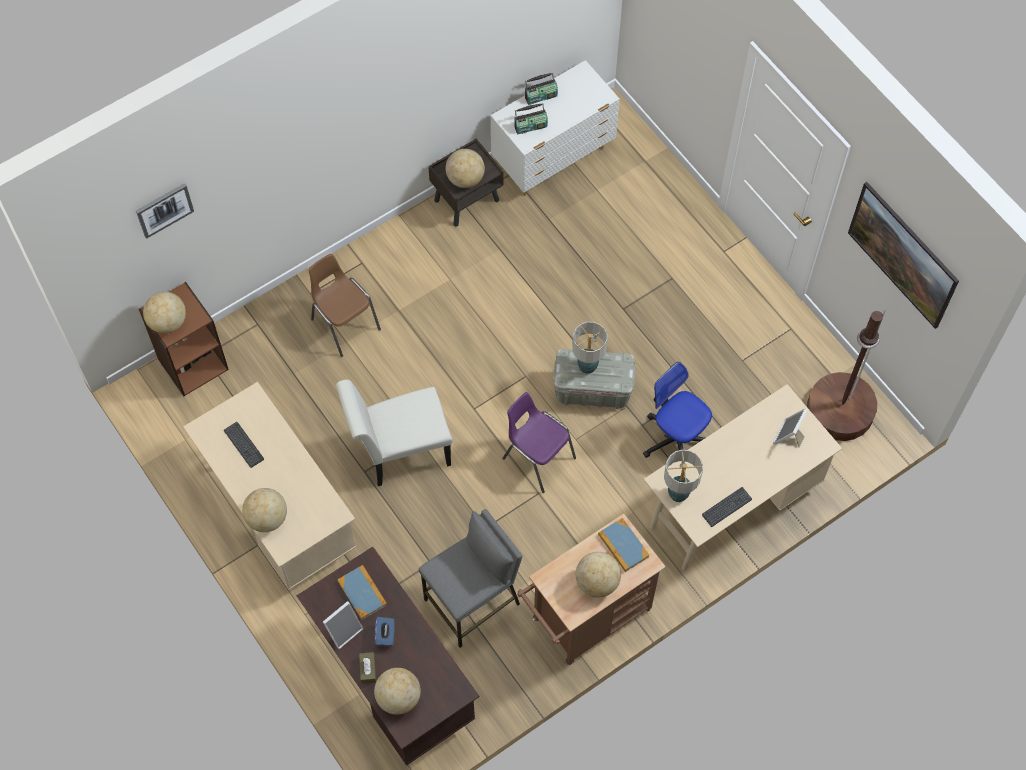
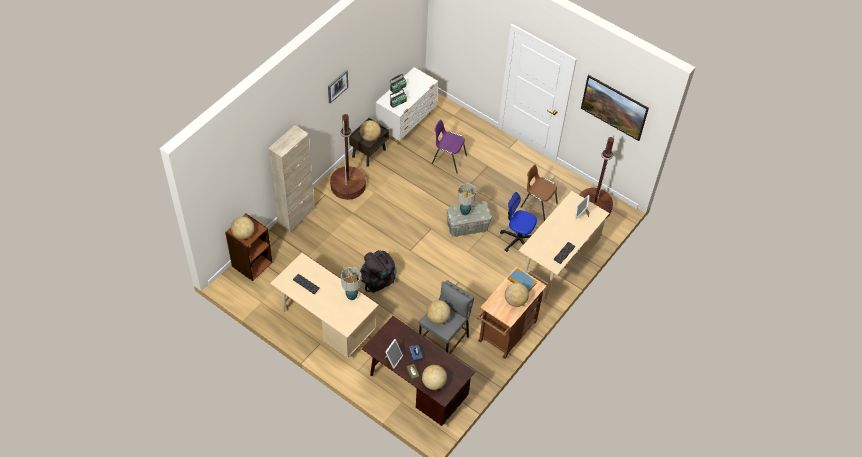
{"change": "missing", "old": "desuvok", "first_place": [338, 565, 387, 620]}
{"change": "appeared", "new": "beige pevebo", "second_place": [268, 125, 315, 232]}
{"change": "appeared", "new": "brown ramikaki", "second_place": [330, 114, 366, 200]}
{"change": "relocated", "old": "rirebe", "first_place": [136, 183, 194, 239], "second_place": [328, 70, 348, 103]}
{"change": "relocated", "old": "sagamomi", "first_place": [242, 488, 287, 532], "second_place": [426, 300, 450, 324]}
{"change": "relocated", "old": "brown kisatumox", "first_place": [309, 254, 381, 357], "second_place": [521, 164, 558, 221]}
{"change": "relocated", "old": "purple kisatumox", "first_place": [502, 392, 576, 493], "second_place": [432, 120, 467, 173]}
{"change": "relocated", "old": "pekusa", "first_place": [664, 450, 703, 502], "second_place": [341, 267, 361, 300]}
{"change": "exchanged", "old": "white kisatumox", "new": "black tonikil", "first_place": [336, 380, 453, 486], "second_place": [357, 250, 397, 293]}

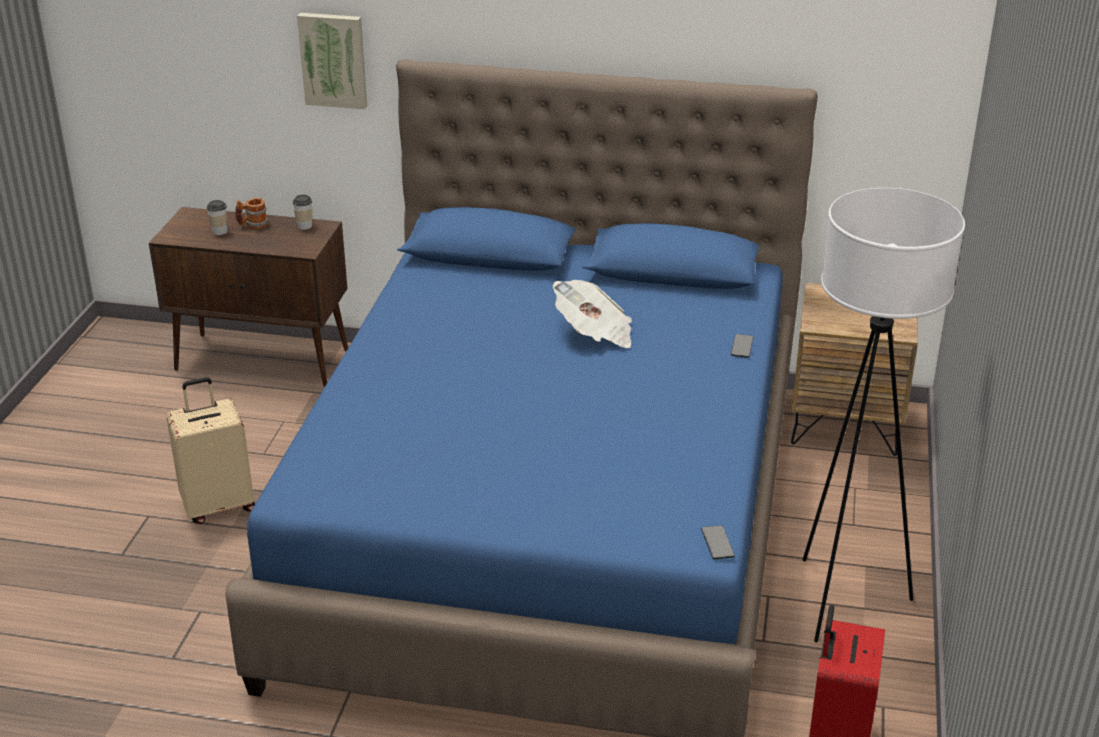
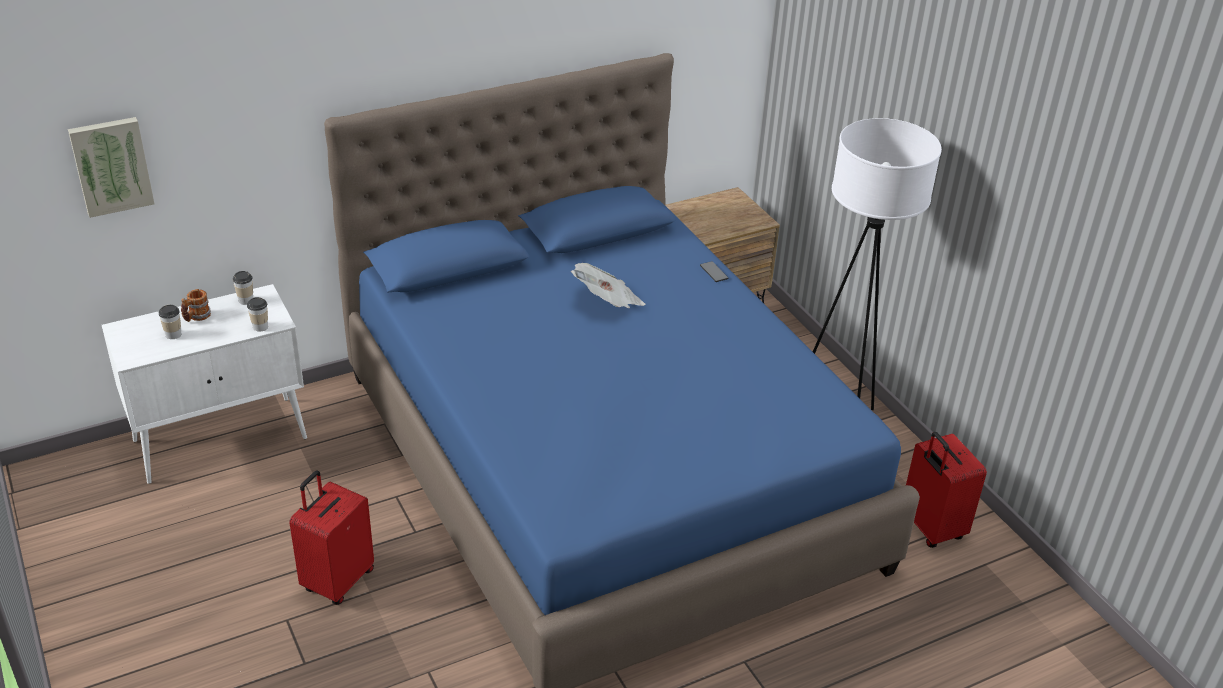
{"change": "missing", "old": "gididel", "first_place": [701, 525, 735, 559]}
{"change": "appeared", "new": "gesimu", "second_place": [247, 297, 268, 332]}
{"change": "relocated", "old": "rirebe", "first_place": [297, 13, 367, 109], "second_place": [68, 117, 154, 218]}
{"change": "colour", "old": "brown pevebo", "new": "white pevebo", "first_place": [149, 207, 348, 387], "second_place": [102, 284, 307, 484]}
{"change": "colour", "old": "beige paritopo", "new": "red paritopo", "first_place": [166, 377, 255, 524], "second_place": [289, 470, 374, 605]}

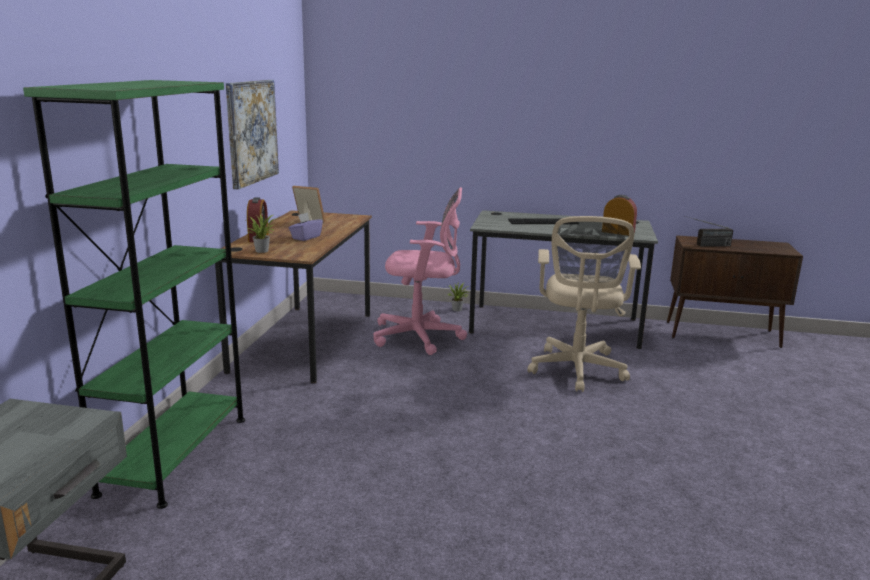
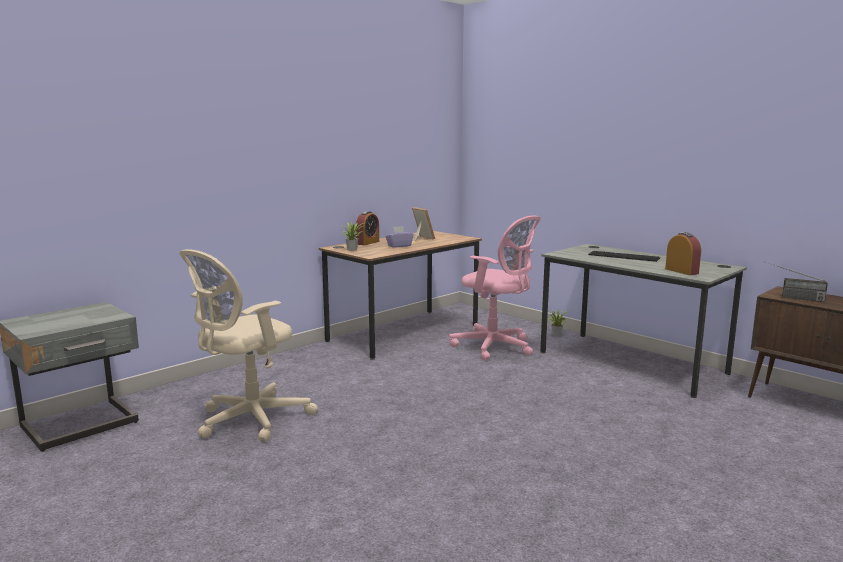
{"change": "missing", "old": "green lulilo", "first_place": [23, 80, 245, 509]}
{"change": "missing", "old": "rirebe", "first_place": [226, 80, 279, 189]}
{"change": "relocated", "old": "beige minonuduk", "first_place": [527, 216, 641, 392], "second_place": [179, 249, 318, 442]}

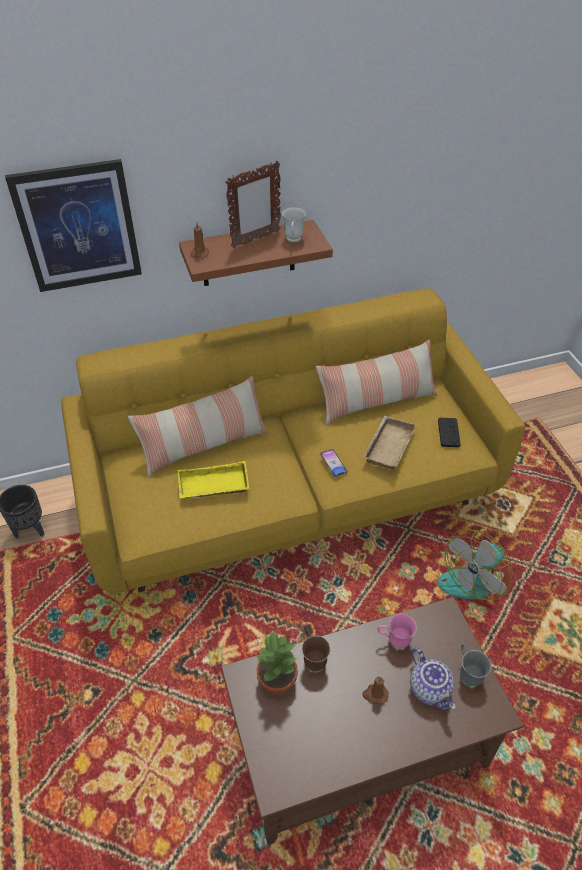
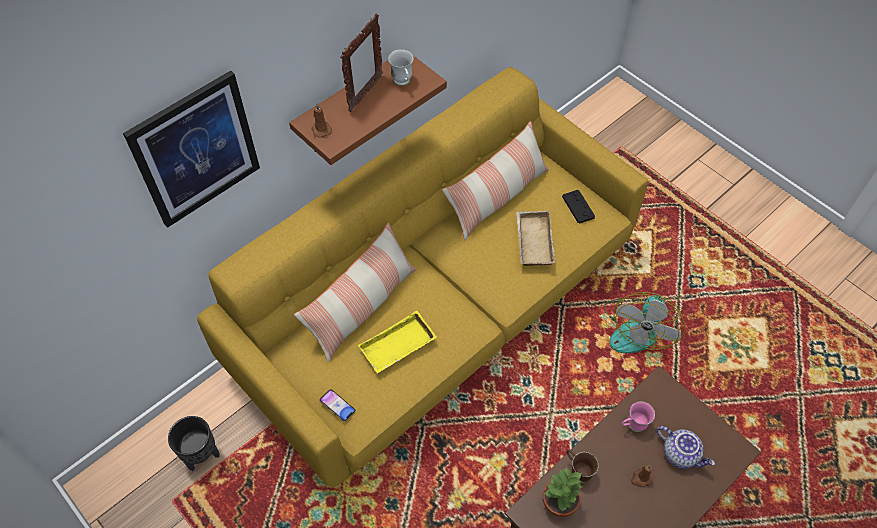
{"change": "missing", "old": "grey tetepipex", "first_place": [460, 643, 491, 687]}
{"change": "relocated", "old": "gididel", "first_place": [320, 449, 347, 477], "second_place": [319, 389, 356, 422]}

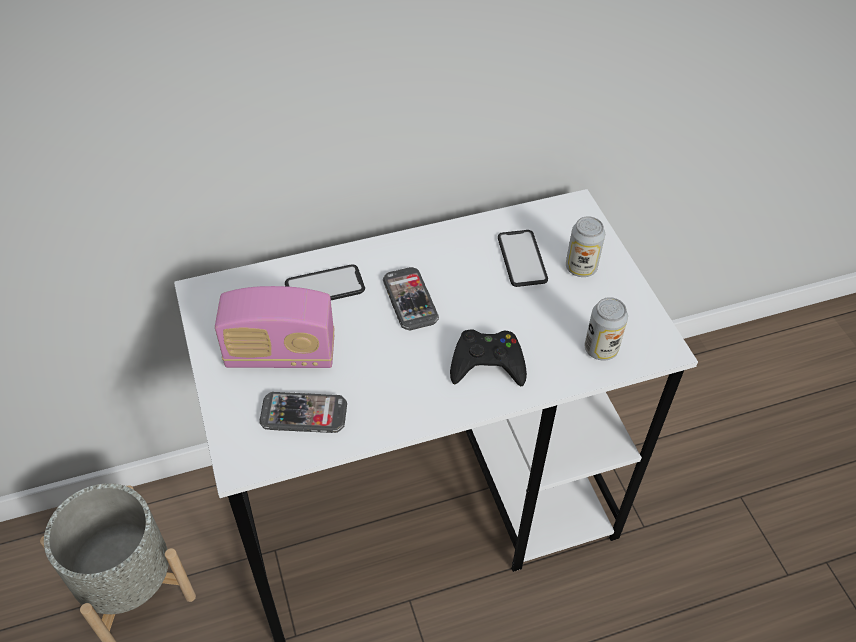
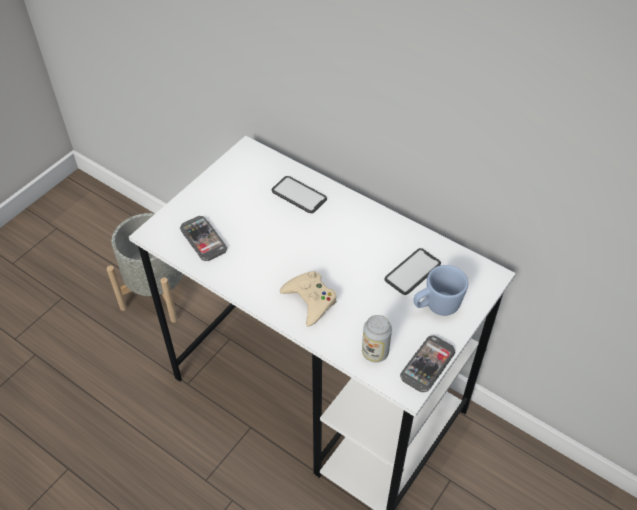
{"change": "missing", "old": "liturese", "first_place": [215, 286, 335, 368]}
{"change": "relocated", "old": "gididel", "first_place": [383, 267, 439, 330], "second_place": [400, 336, 455, 392]}
{"change": "exchanged", "old": "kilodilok", "new": "blue tetepipex", "first_place": [566, 216, 605, 277], "second_place": [413, 265, 468, 316]}
{"change": "colour", "old": "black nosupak", "new": "beige nosupak", "first_place": [450, 329, 527, 386], "second_place": [280, 271, 337, 327]}

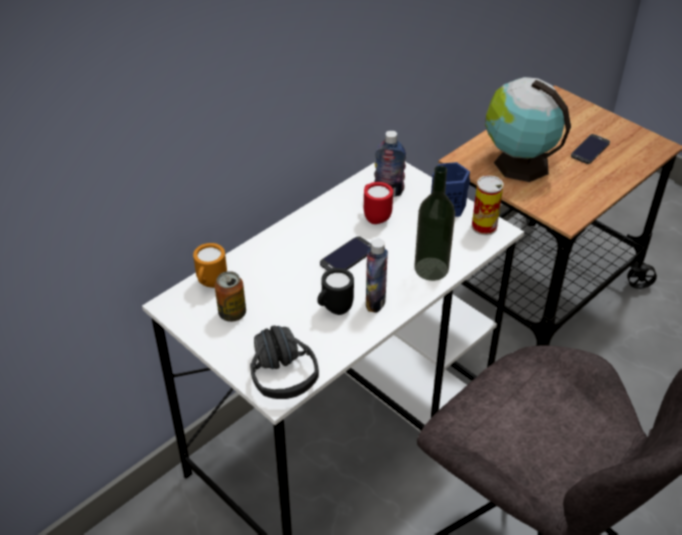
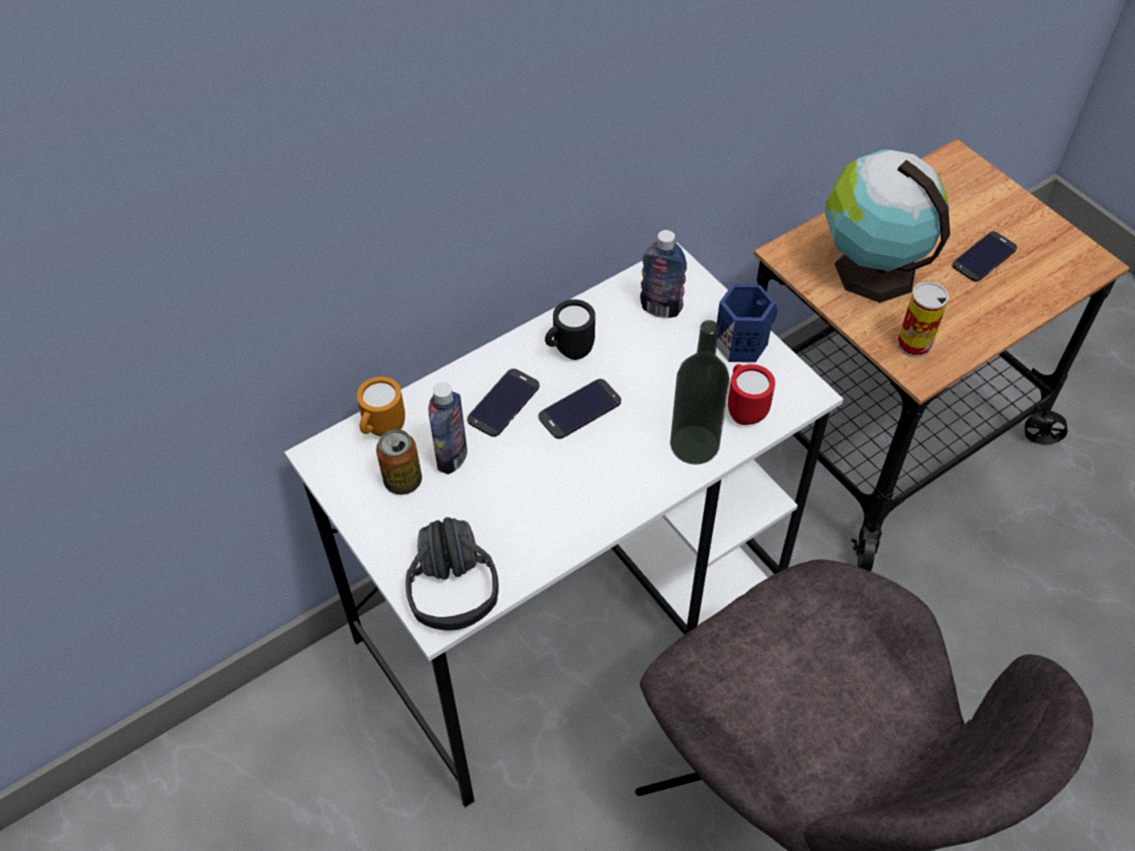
{"change": "appeared", "new": "gididel", "second_place": [467, 369, 540, 437]}
{"change": "relocated", "old": "black tetepipex", "first_place": [317, 268, 354, 315], "second_place": [545, 299, 595, 360]}
{"change": "relocated", "old": "red tetepipex", "first_place": [364, 182, 393, 224], "second_place": [728, 364, 775, 425]}
{"change": "relocated", "old": "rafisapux", "first_place": [366, 239, 388, 313], "second_place": [428, 382, 467, 474]}
{"change": "relocated", "old": "kilodilok", "first_place": [472, 175, 504, 235], "second_place": [897, 282, 949, 358]}

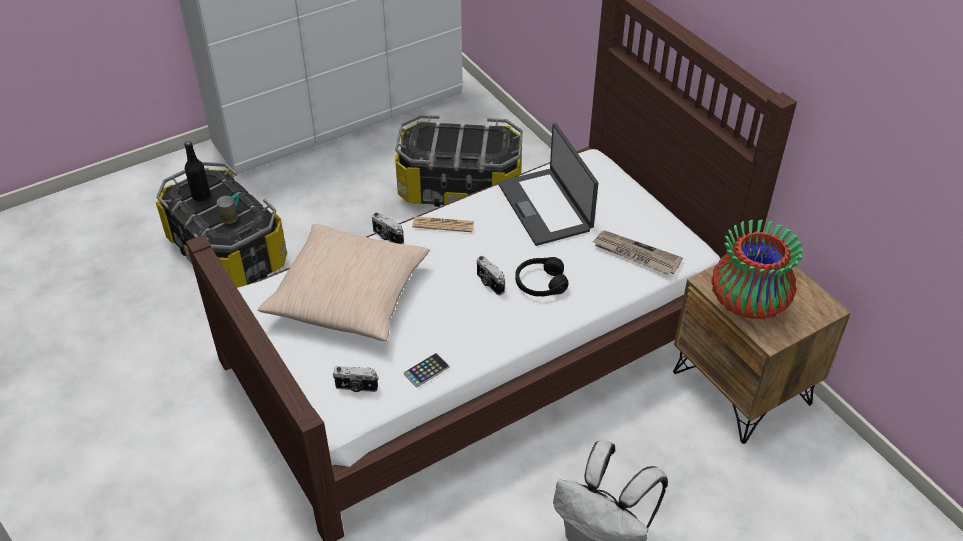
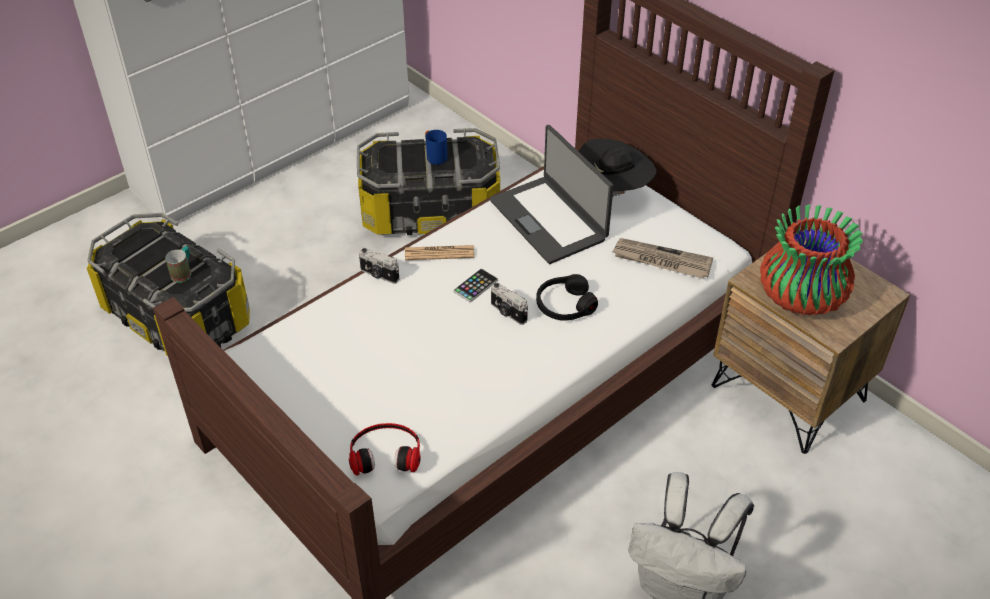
{"change": "missing", "old": "black rafisapux", "first_place": [184, 141, 211, 201]}
{"change": "missing", "old": "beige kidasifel", "first_place": [258, 224, 430, 341]}
{"change": "appeared", "new": "blue tetepipex", "second_place": [425, 130, 447, 165]}
{"change": "appeared", "new": "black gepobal", "second_place": [578, 139, 657, 196]}
{"change": "relocated", "old": "gididel", "first_place": [404, 353, 449, 387], "second_place": [453, 269, 498, 302]}
{"change": "exchanged", "old": "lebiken", "new": "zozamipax", "first_place": [333, 367, 378, 392], "second_place": [349, 423, 421, 476]}

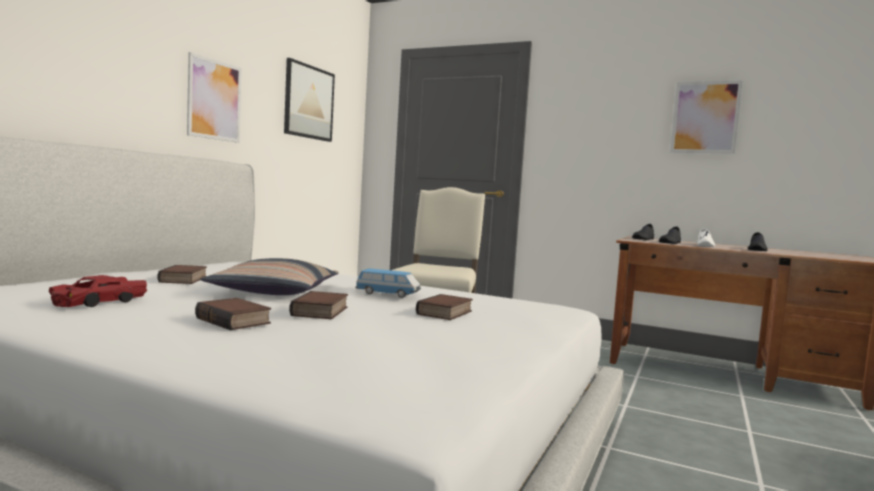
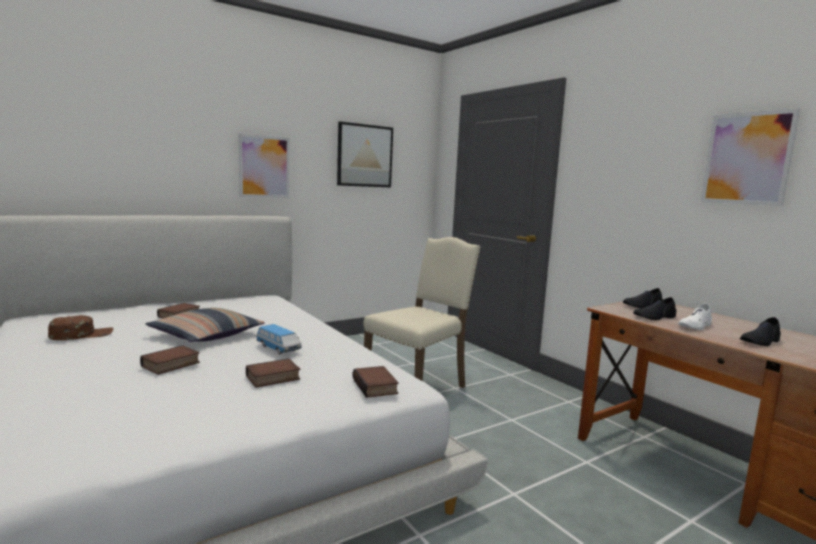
{"change": "relocated", "old": "desuvok", "first_place": [195, 298, 271, 330], "second_place": [352, 366, 399, 398]}
{"change": "exchanged", "old": "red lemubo", "new": "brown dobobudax", "first_place": [49, 275, 147, 307], "second_place": [48, 315, 113, 340]}

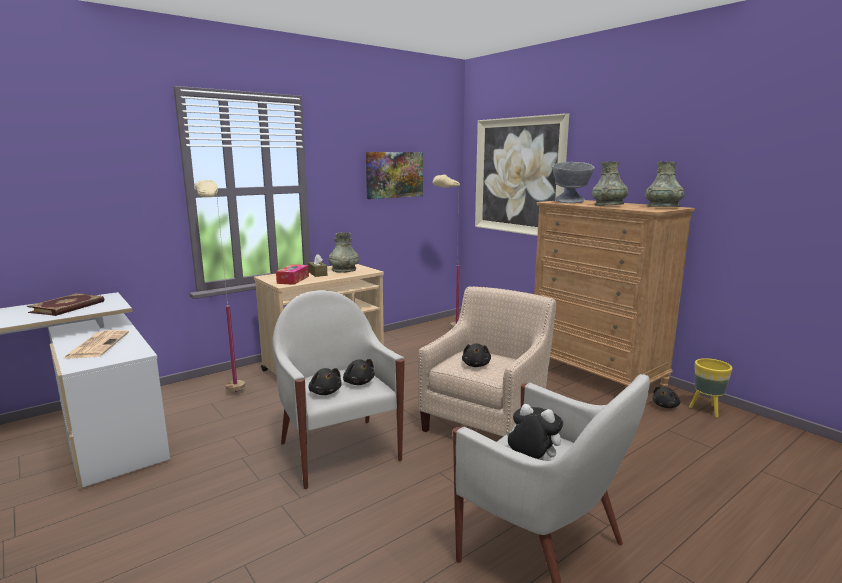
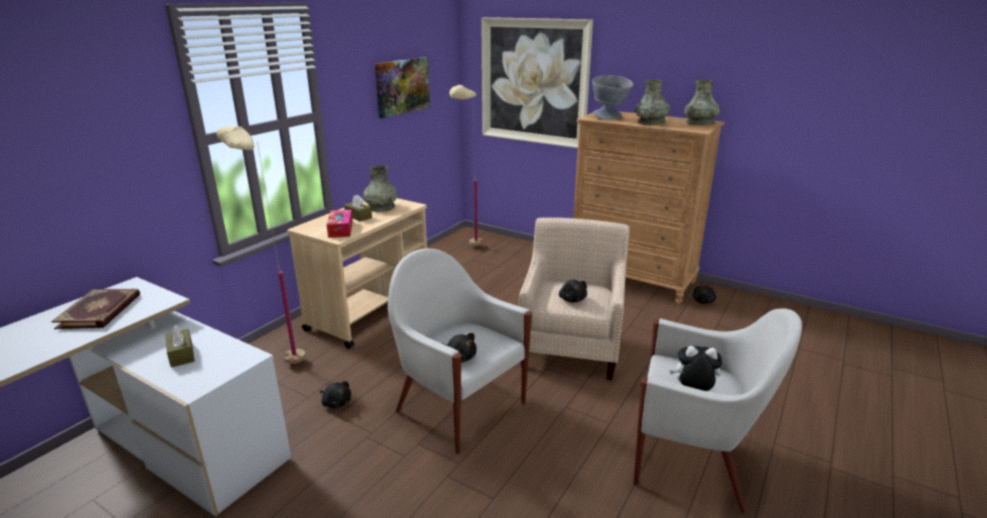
{"change": "missing", "old": "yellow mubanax", "first_place": [689, 358, 732, 418]}
{"change": "relocated", "old": "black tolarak", "first_place": [343, 359, 375, 385], "second_place": [320, 381, 351, 408]}
{"change": "exchanged", "old": "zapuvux", "new": "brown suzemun", "first_place": [64, 330, 129, 358], "second_place": [165, 325, 195, 367]}

